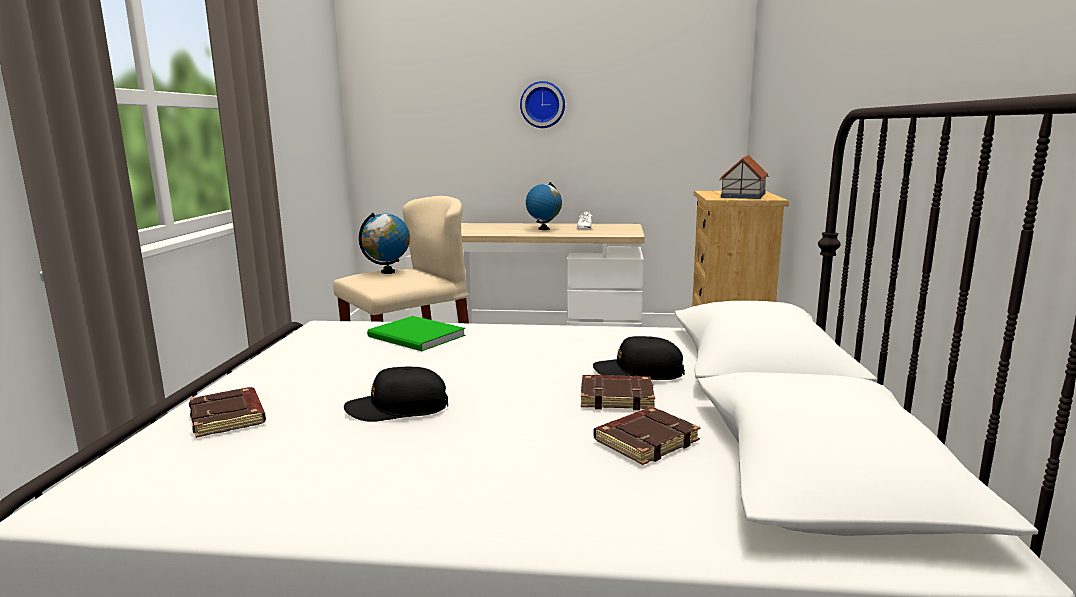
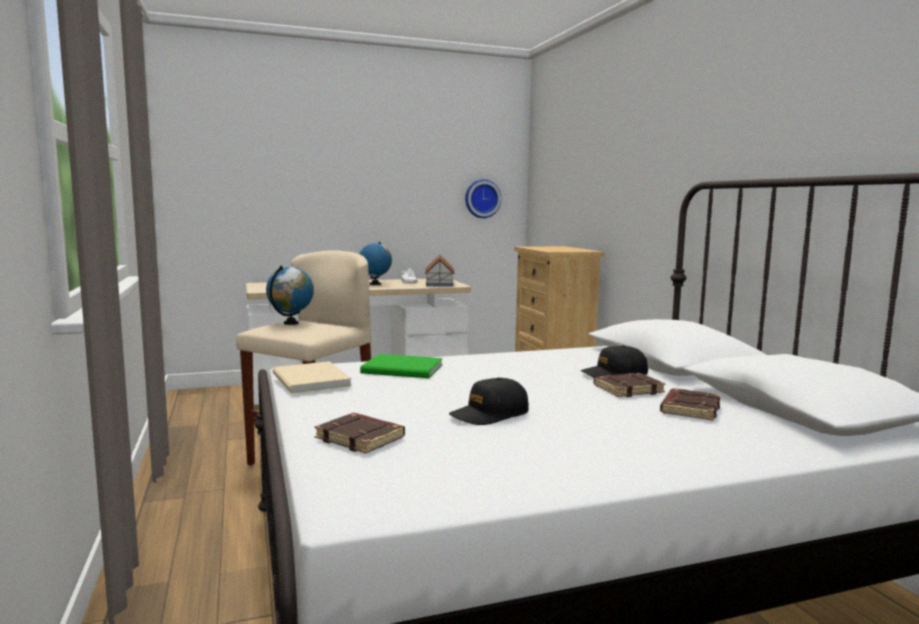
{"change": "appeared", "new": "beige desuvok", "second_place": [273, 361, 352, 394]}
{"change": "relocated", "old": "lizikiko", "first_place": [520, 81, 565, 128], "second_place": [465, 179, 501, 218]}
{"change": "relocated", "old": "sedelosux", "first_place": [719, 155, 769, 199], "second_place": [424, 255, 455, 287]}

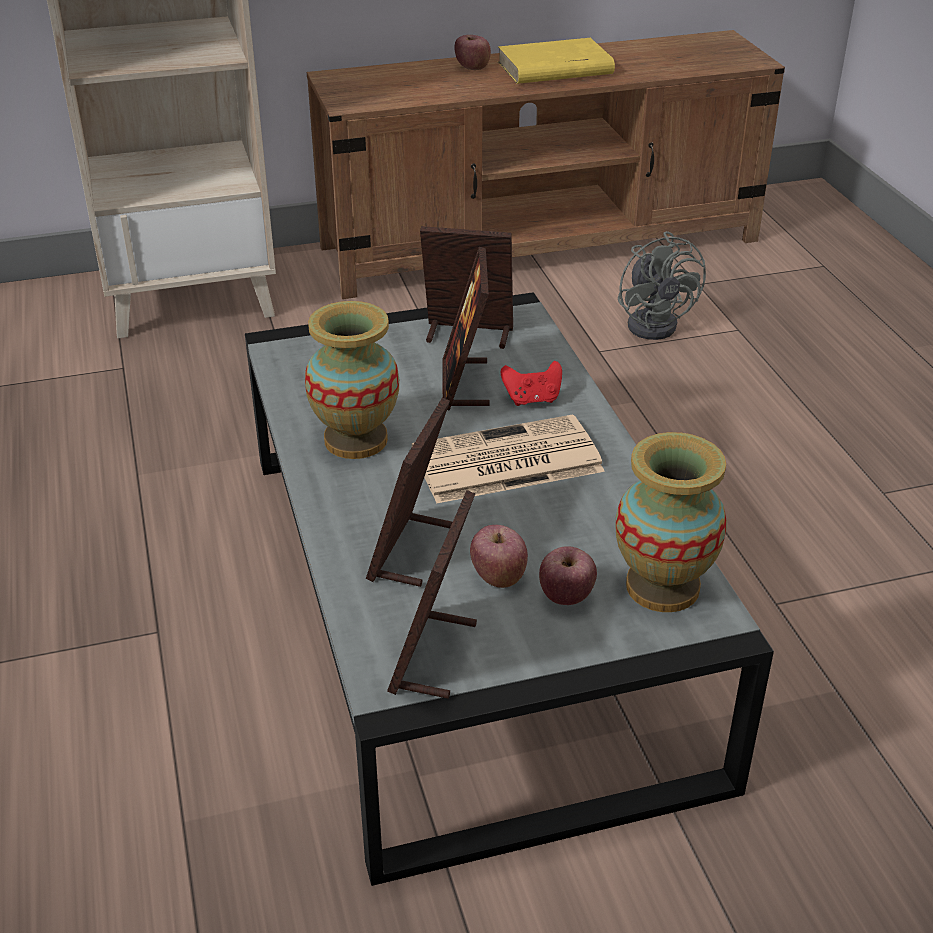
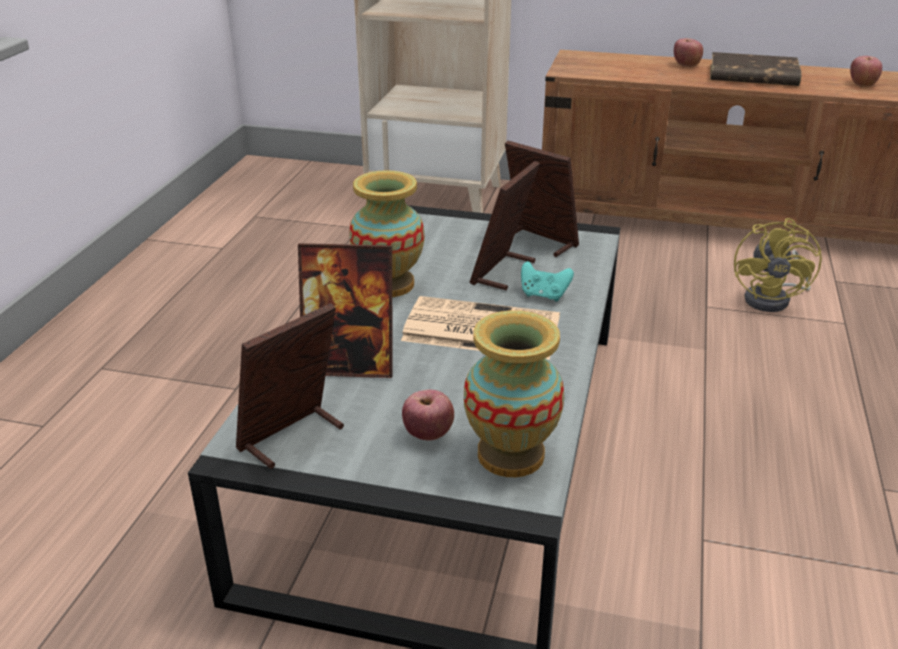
{"change": "relocated", "old": "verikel", "first_place": [470, 525, 528, 588], "second_place": [850, 56, 882, 87]}
{"change": "colour", "old": "yellow desuvok", "new": "brown desuvok", "first_place": [498, 38, 615, 84], "second_place": [710, 52, 802, 86]}
{"change": "colour", "old": "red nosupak", "new": "turquoise nosupak", "first_place": [501, 361, 562, 406], "second_place": [521, 261, 574, 302]}
{"change": "colour", "old": "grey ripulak", "new": "yellow ripulak", "first_place": [618, 231, 706, 340], "second_place": [734, 218, 822, 312]}
{"change": "spun", "old": "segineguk", "first_place": [366, 398, 453, 587], "second_place": [298, 243, 393, 378], "degrees": -135}

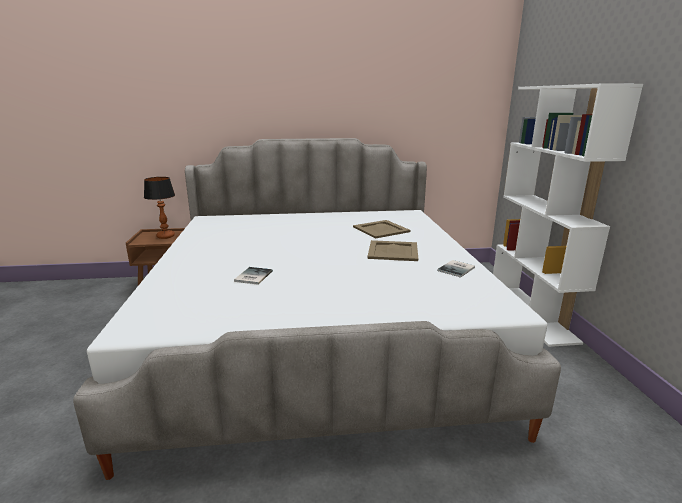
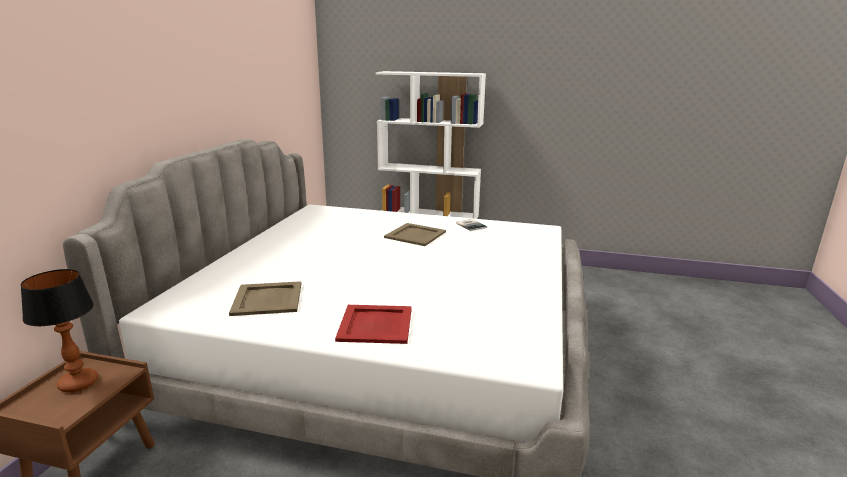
{"change": "missing", "old": "desuvok", "first_place": [234, 267, 273, 285]}
{"change": "appeared", "new": "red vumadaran", "second_place": [335, 305, 412, 344]}
{"change": "relocated", "old": "beige vumadaran", "first_place": [353, 220, 411, 239], "second_place": [229, 281, 301, 316]}

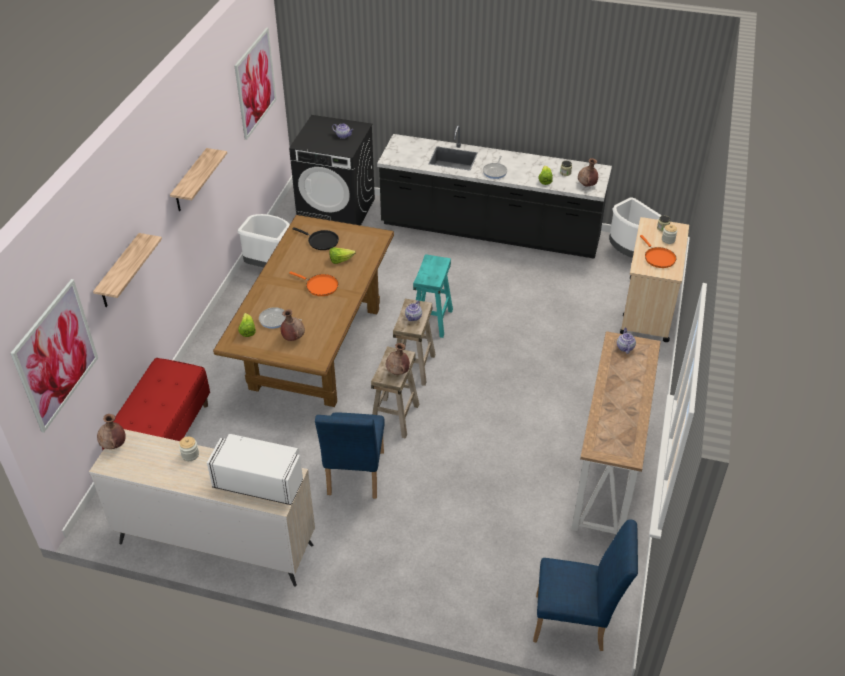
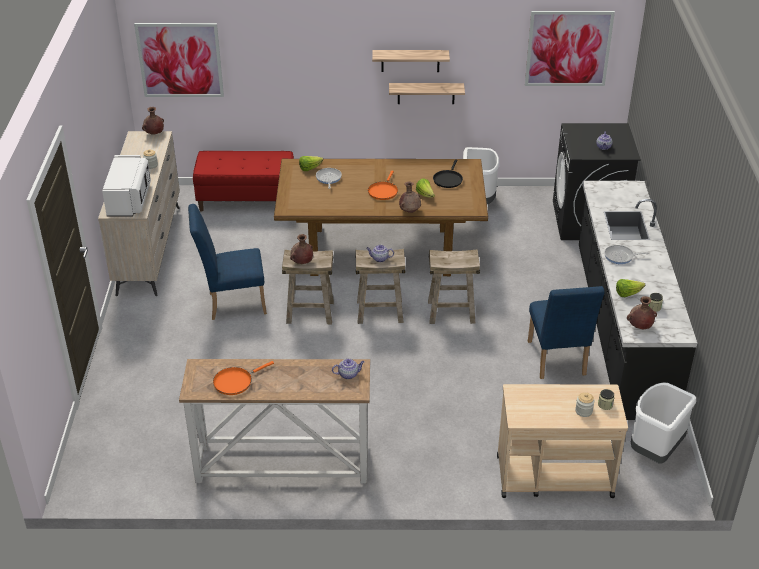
{"change": "relocated", "old": "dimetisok", "first_place": [93, 233, 162, 307], "second_place": [389, 83, 465, 104]}
{"change": "relocated", "old": "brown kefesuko", "first_place": [281, 309, 305, 341], "second_place": [399, 182, 421, 213]}
{"change": "relocated", "old": "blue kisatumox", "first_place": [533, 519, 638, 651], "second_place": [528, 286, 605, 379]}
{"change": "relocated", "old": "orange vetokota", "first_place": [640, 235, 676, 268], "second_place": [213, 361, 274, 395]}
{"change": "colour", "old": "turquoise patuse", "new": "beige patuse", "first_place": [413, 254, 453, 338], "second_place": [428, 249, 480, 324]}

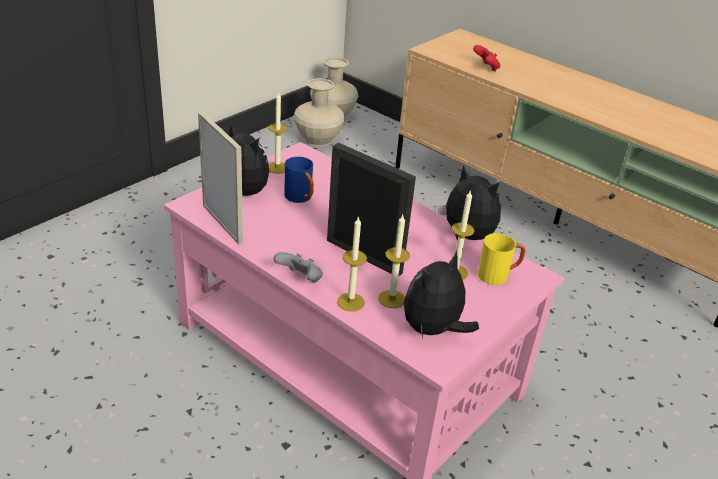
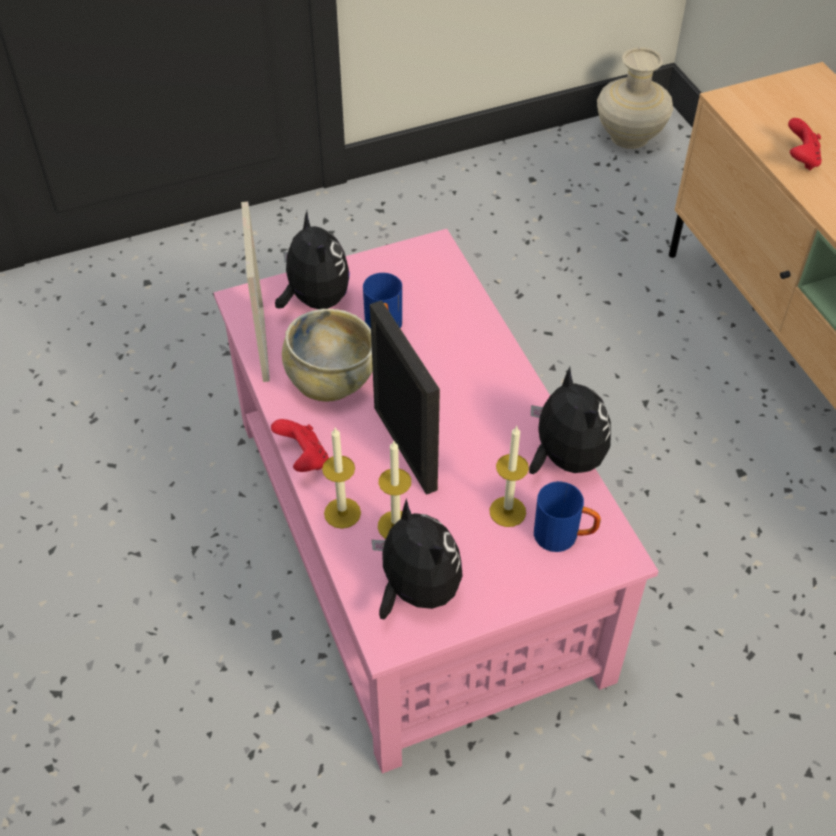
{"change": "missing", "old": "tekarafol", "first_place": [268, 91, 288, 174]}
{"change": "missing", "old": "beige kefesuko", "first_place": [293, 78, 345, 147]}
{"change": "appeared", "new": "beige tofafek", "second_place": [282, 309, 373, 402]}
{"change": "colour", "old": "grey nosupak", "new": "red nosupak", "first_place": [274, 252, 323, 282], "second_place": [271, 419, 329, 472]}
{"change": "colour", "old": "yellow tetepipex", "new": "blue tetepipex", "first_place": [478, 233, 525, 285], "second_place": [534, 481, 601, 552]}
{"change": "spun", "old": "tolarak", "first_place": [404, 251, 479, 338], "second_place": [371, 498, 463, 619], "degrees": 75}

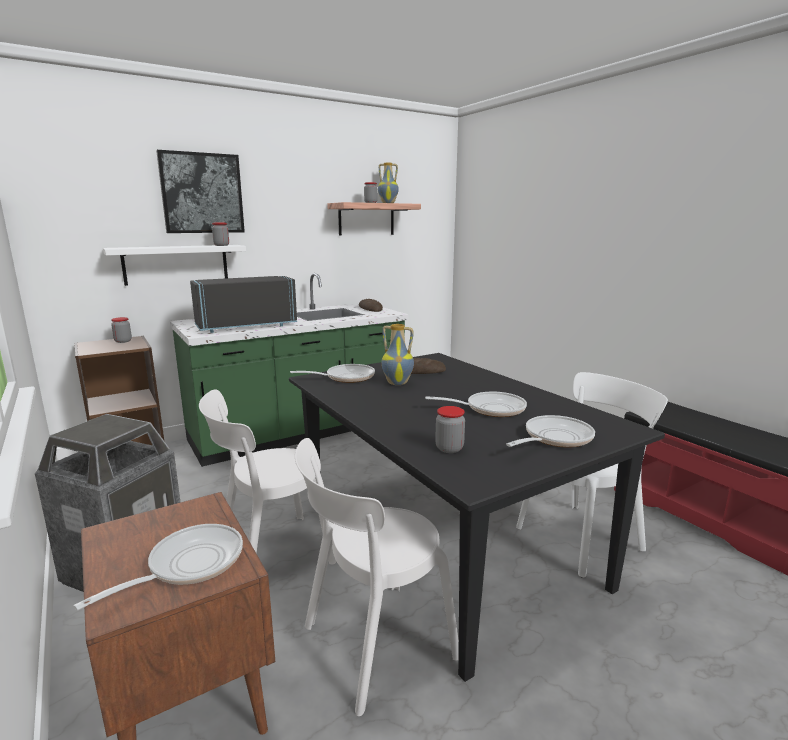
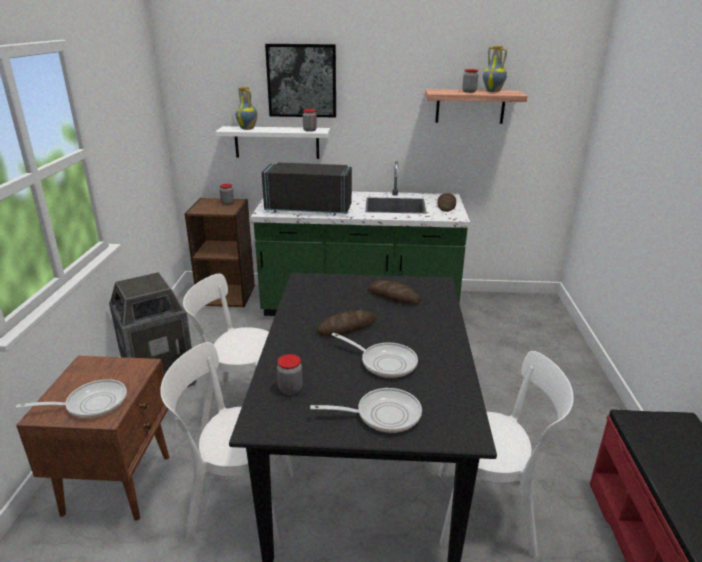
{"change": "missing", "old": "vetokota", "first_place": [290, 364, 375, 383]}
{"change": "appeared", "new": "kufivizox", "second_place": [317, 310, 375, 336]}
{"change": "relocated", "old": "kefesuko", "first_place": [381, 324, 414, 385], "second_place": [235, 87, 258, 130]}

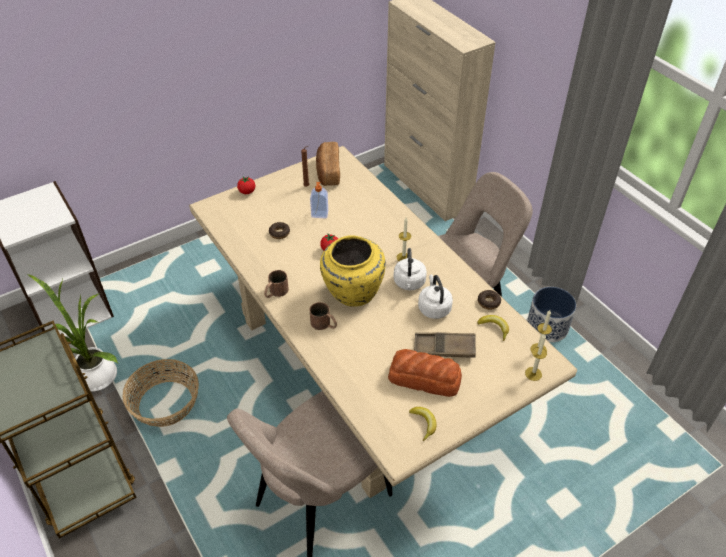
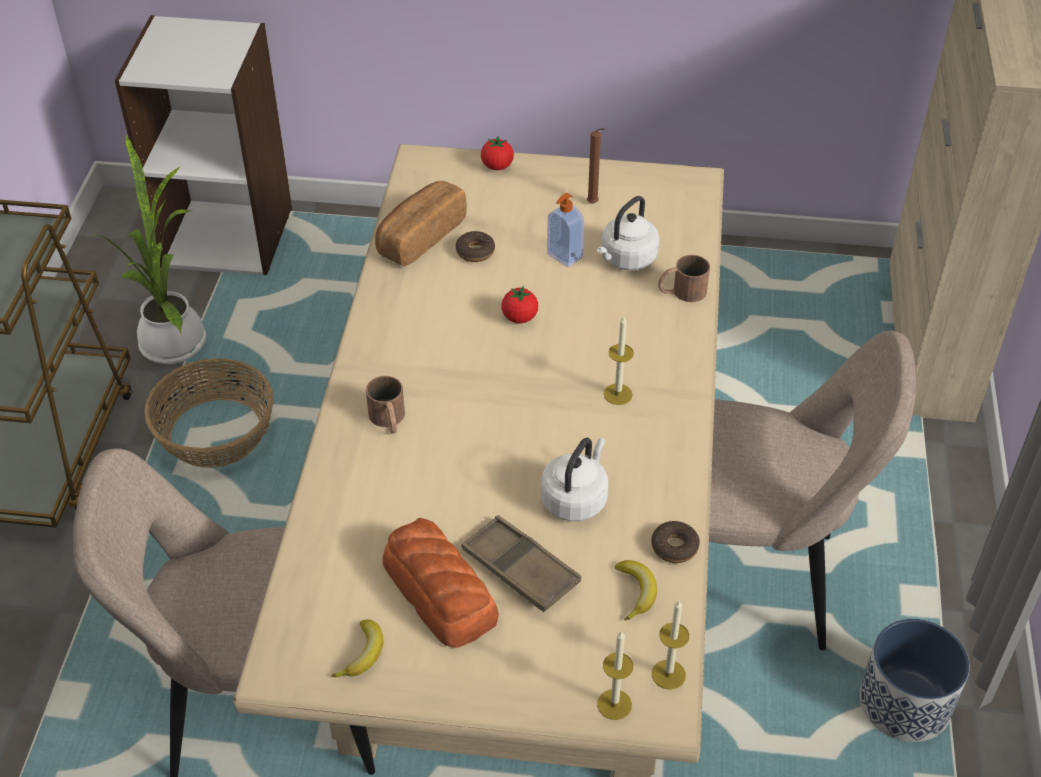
{"change": "missing", "old": "yellow kefesuko", "first_place": [320, 235, 386, 307]}
{"change": "relocated", "old": "brown tetepipex", "first_place": [264, 270, 289, 298], "second_place": [658, 255, 710, 302]}
{"change": "relocated", "old": "kufivizox", "first_place": [316, 142, 340, 186], "second_place": [375, 181, 467, 267]}
{"change": "relocated", "old": "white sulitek", "first_place": [393, 248, 427, 290], "second_place": [597, 196, 659, 270]}

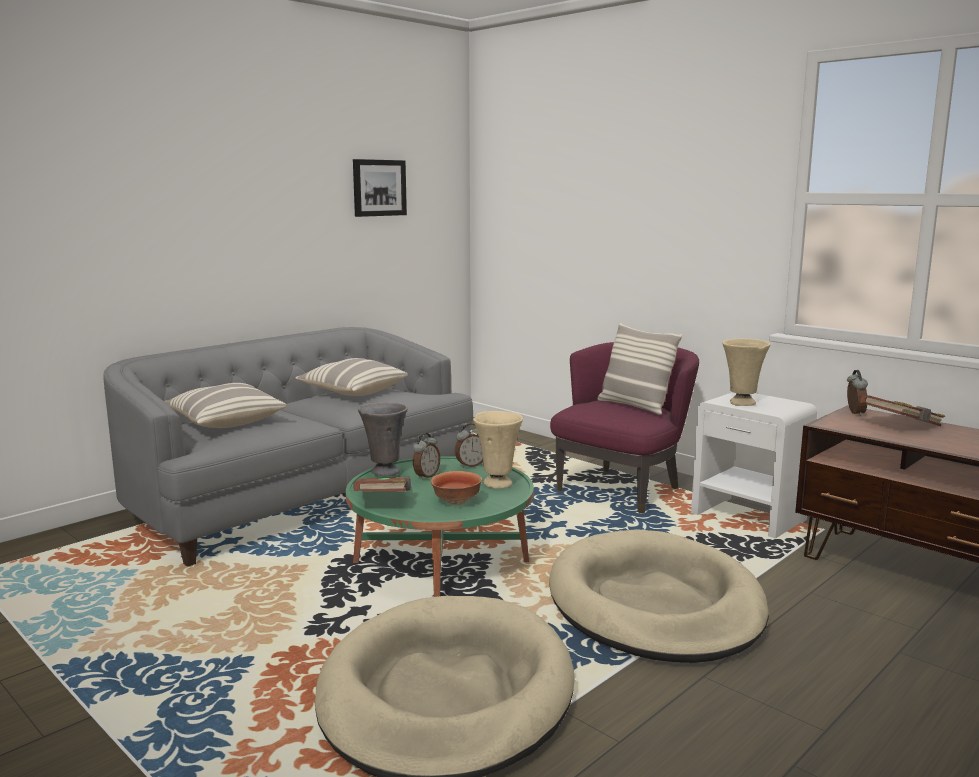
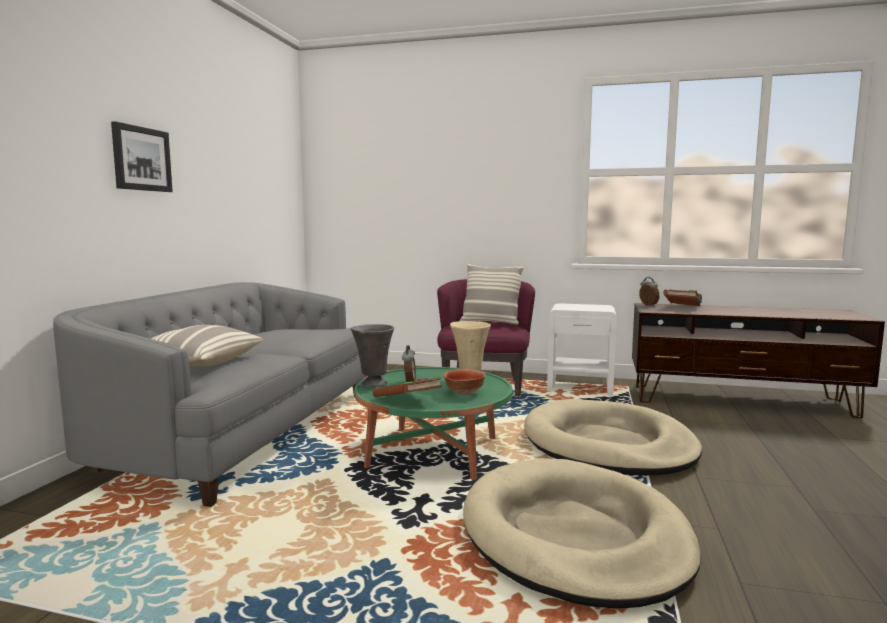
{"change": "missing", "old": "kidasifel", "first_place": [296, 358, 408, 396]}
{"change": "missing", "old": "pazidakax", "first_place": [455, 423, 483, 468]}
{"change": "missing", "old": "beige kefesuko", "first_place": [722, 339, 771, 406]}
{"change": "relocated", "old": "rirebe", "first_place": [353, 159, 407, 217], "second_place": [111, 121, 173, 192]}

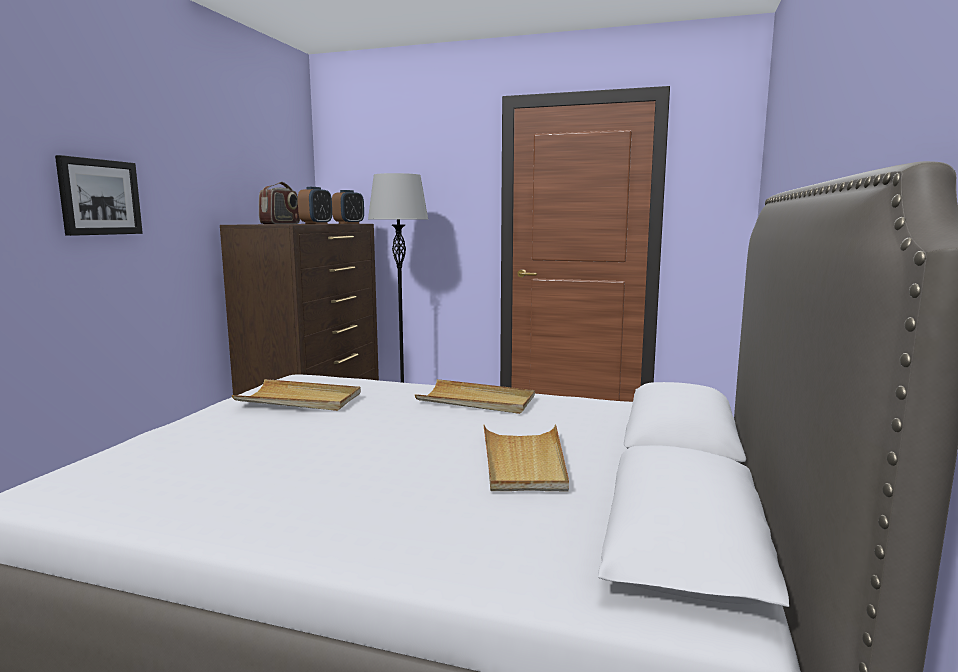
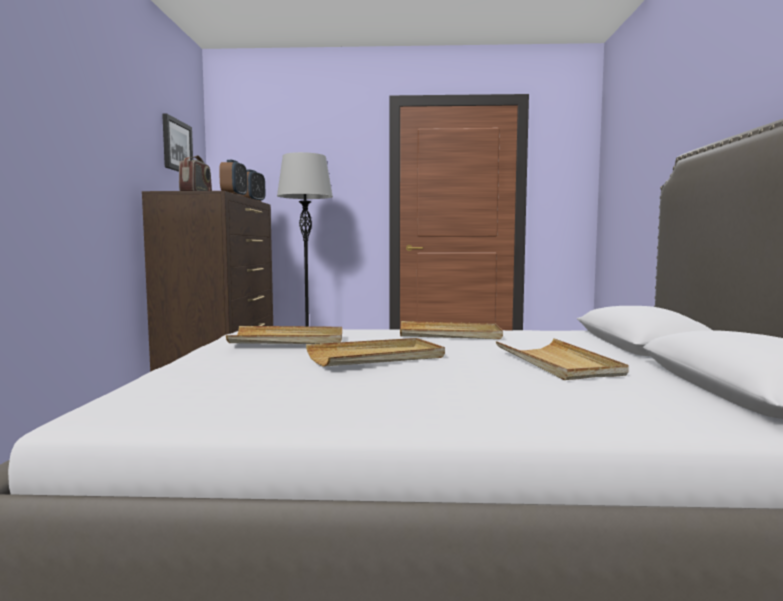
{"change": "appeared", "new": "beige vumadaran", "second_place": [306, 338, 445, 367]}
{"change": "relocated", "old": "rirebe", "first_place": [55, 155, 143, 236], "second_place": [162, 113, 193, 172]}

